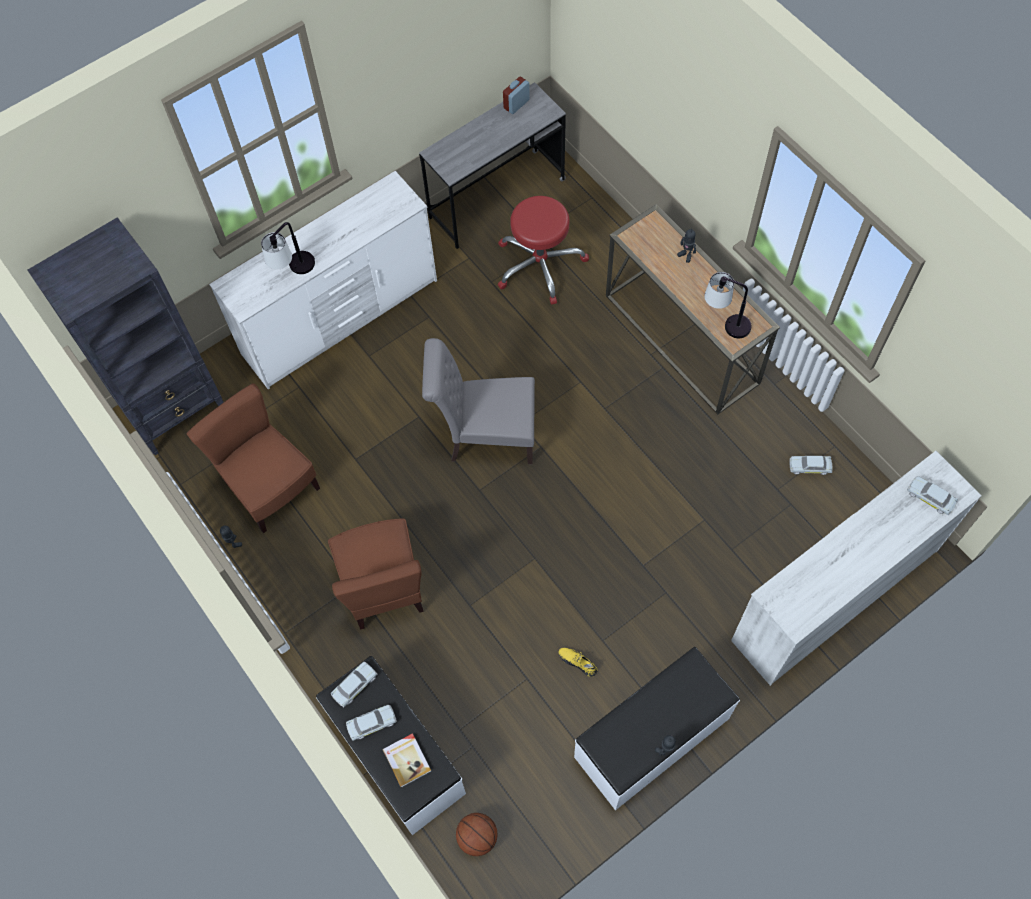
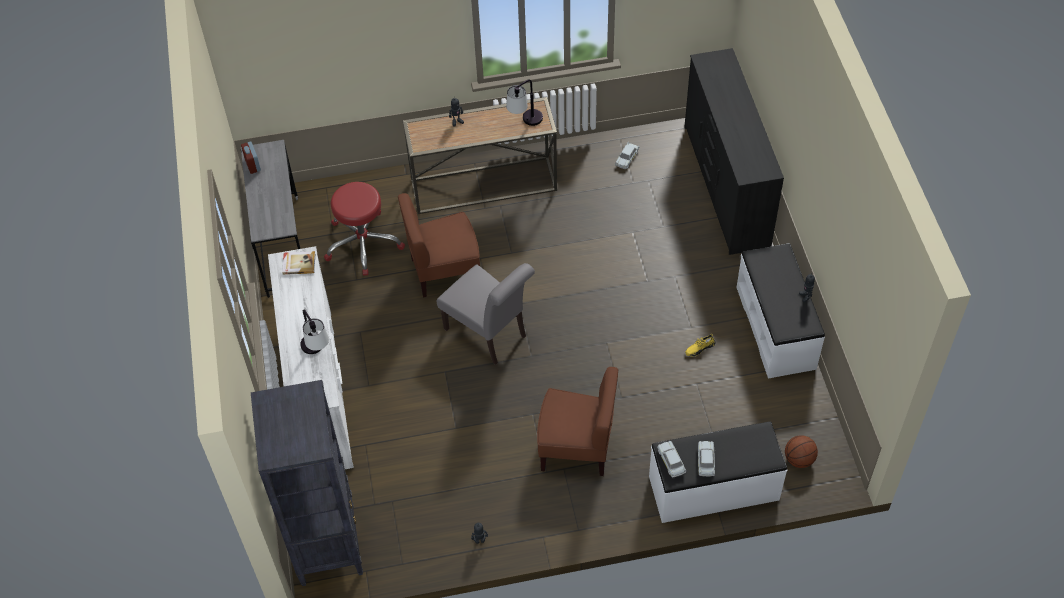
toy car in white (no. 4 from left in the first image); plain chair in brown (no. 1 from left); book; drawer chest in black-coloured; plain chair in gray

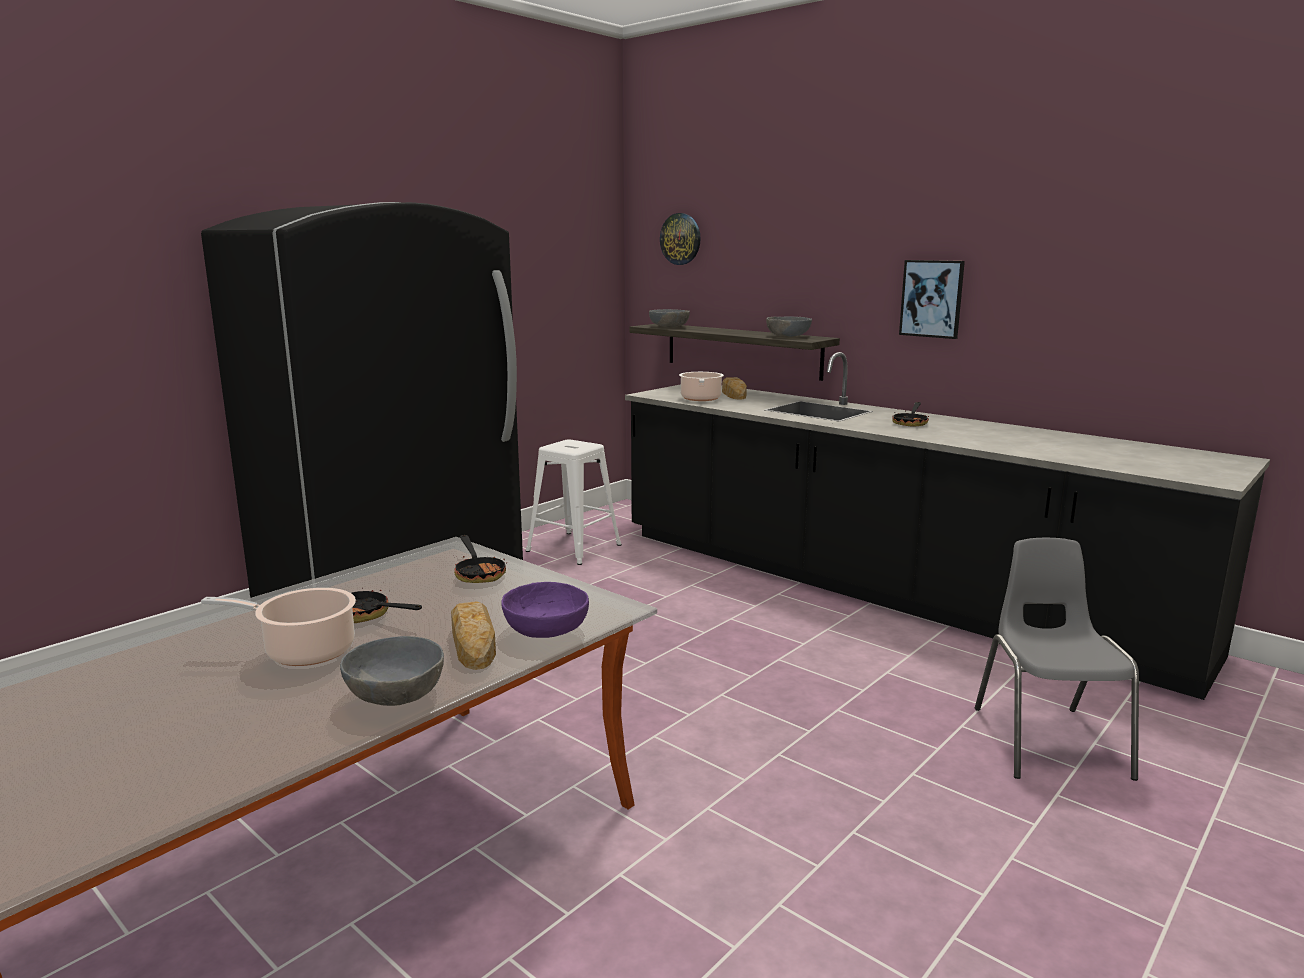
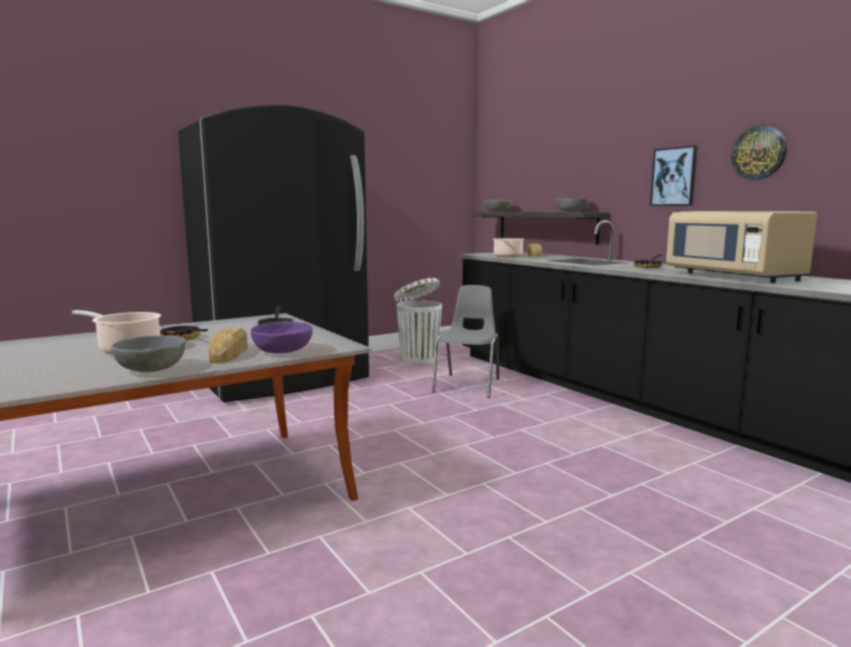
microwave oven in sand-coloured; wall clock; plain chair in gray; trash can in white

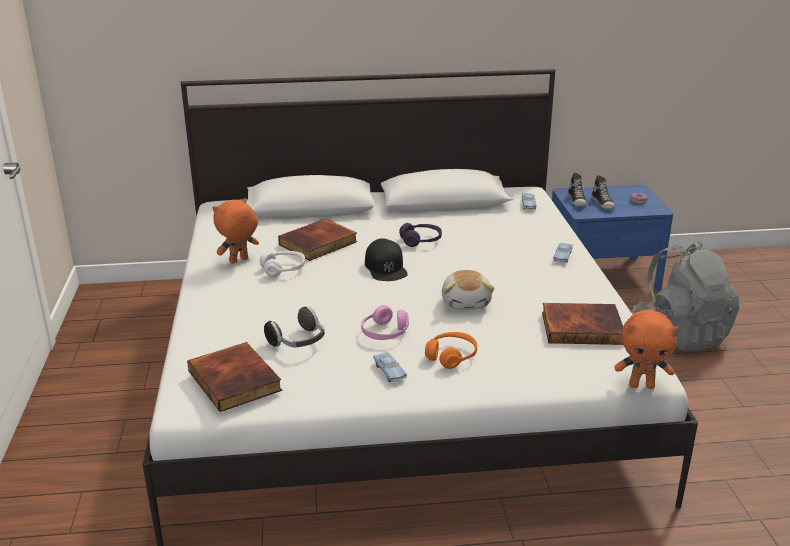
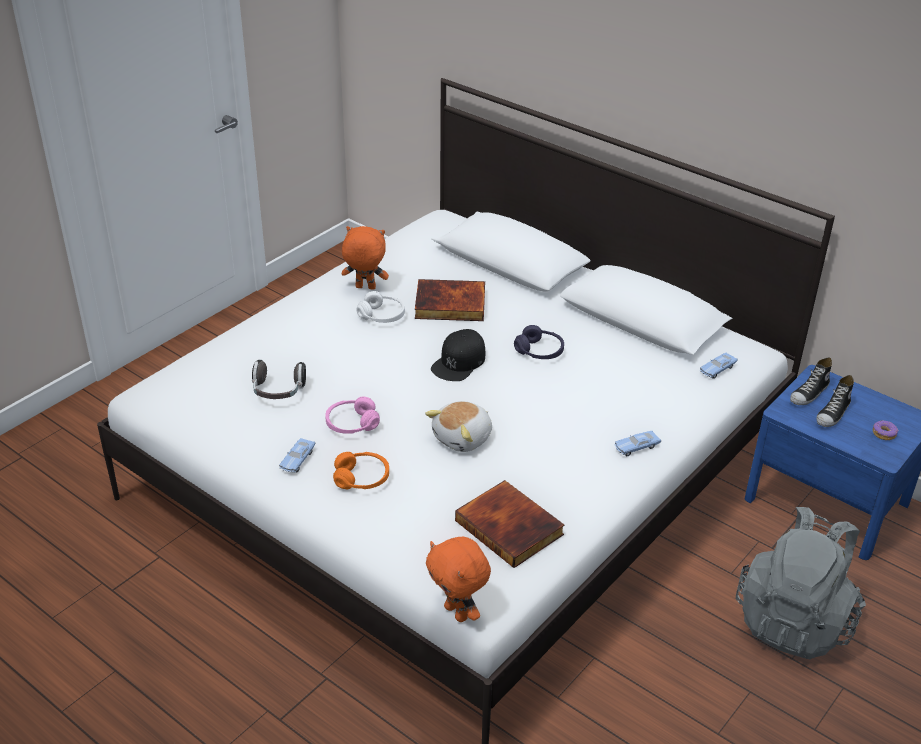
book (no. 1 from left in the first image)

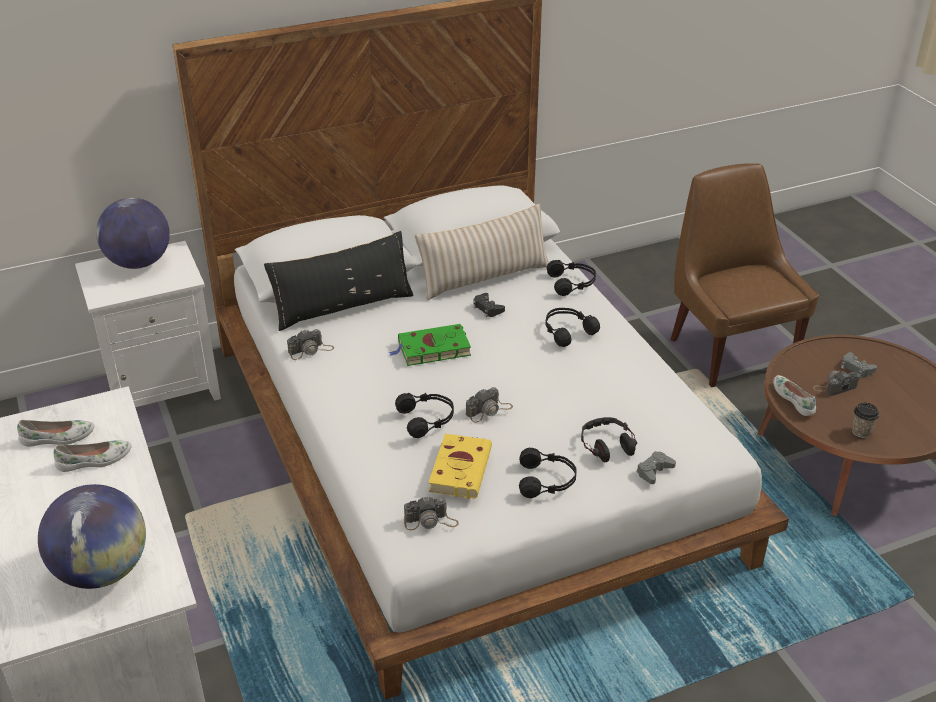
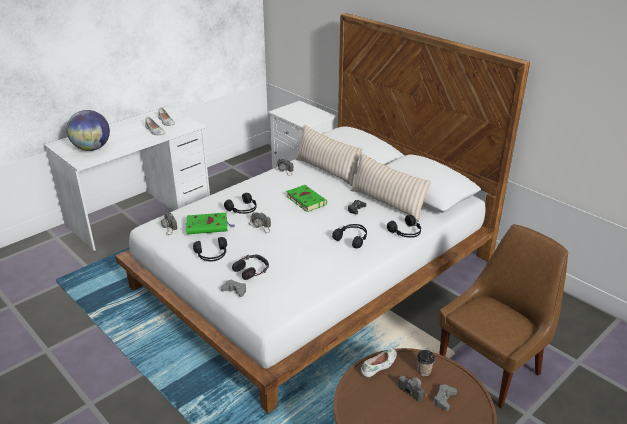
desk globe (no. 2 from left in the first image); cup; throw pillow in sand-coloured (no. 1 from left); book in green (no. 1 from left)

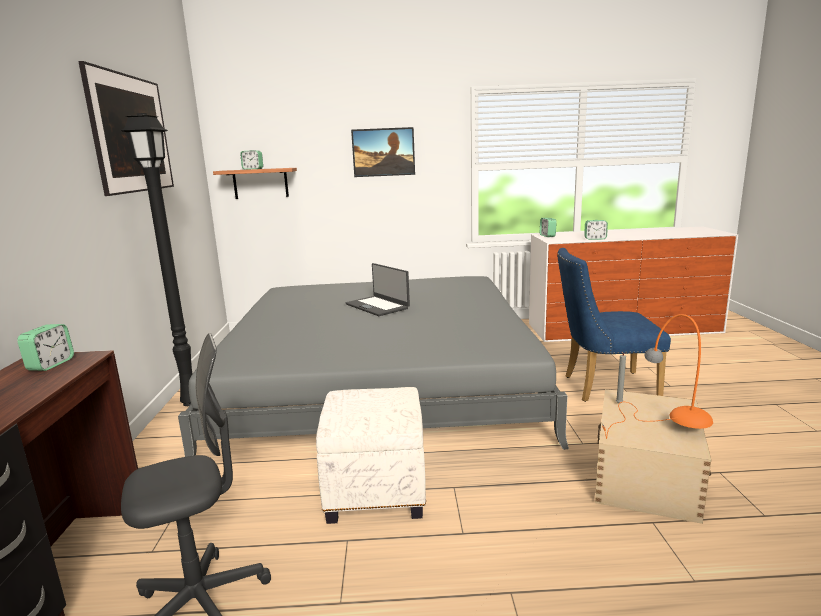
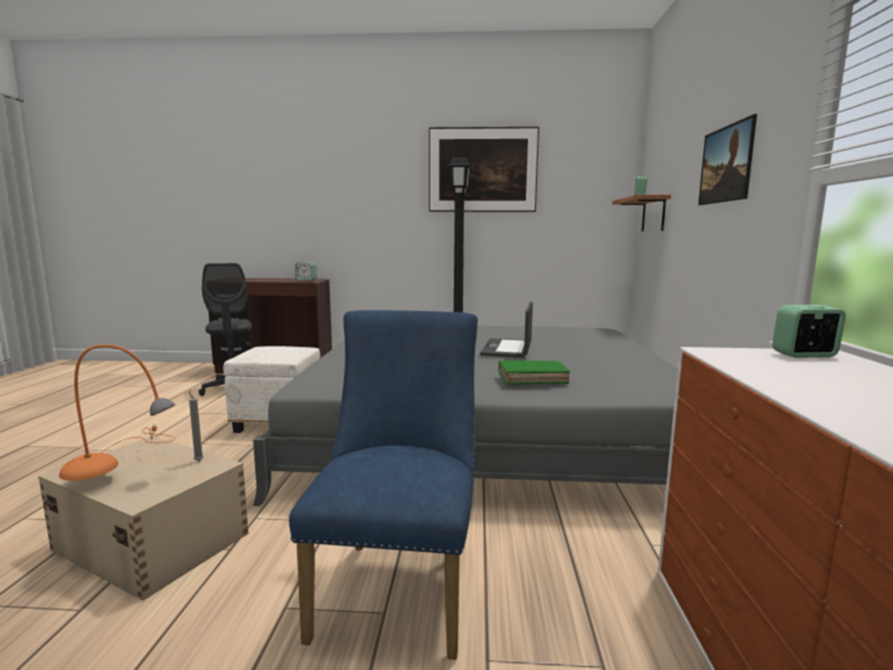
alarm clock (no. 4 from left in the first image); book in green; portable computer

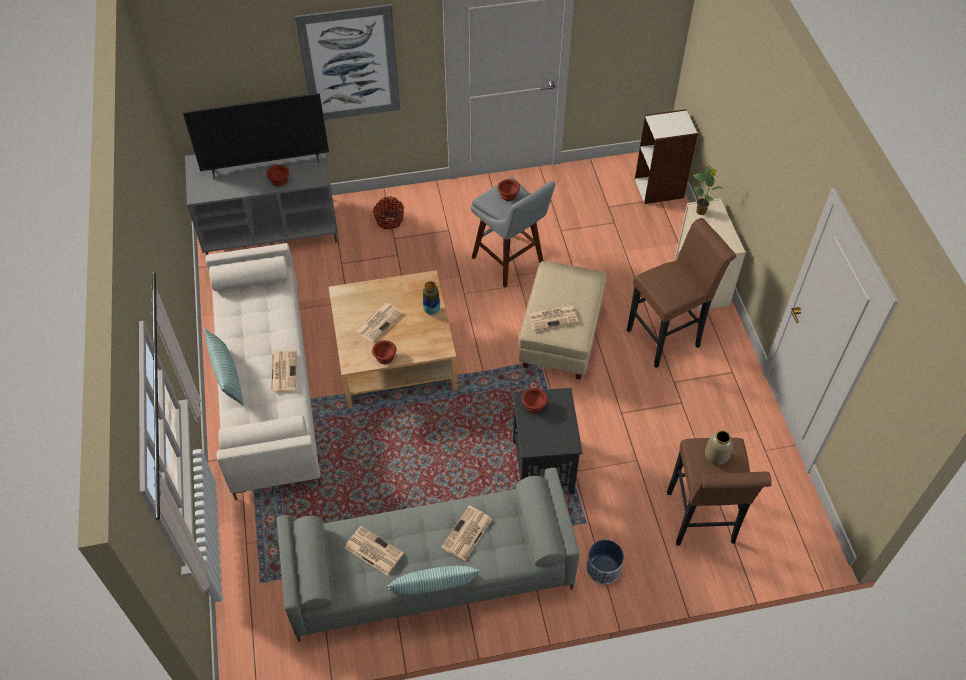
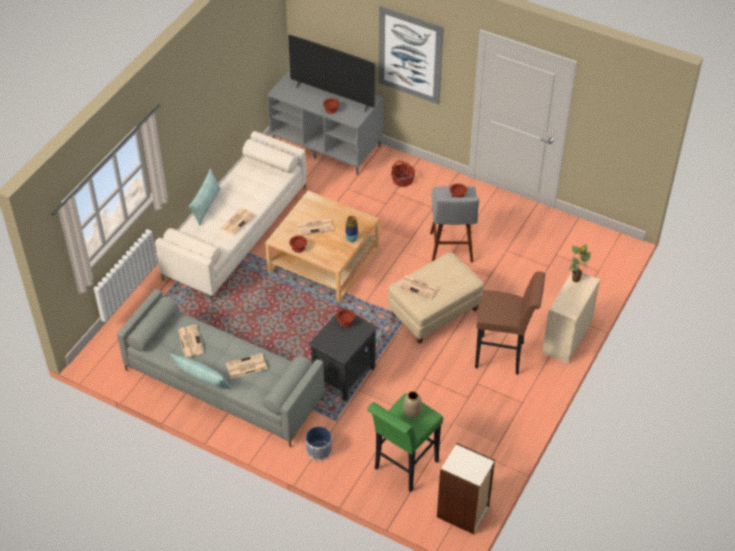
bookcase; stool seat in green

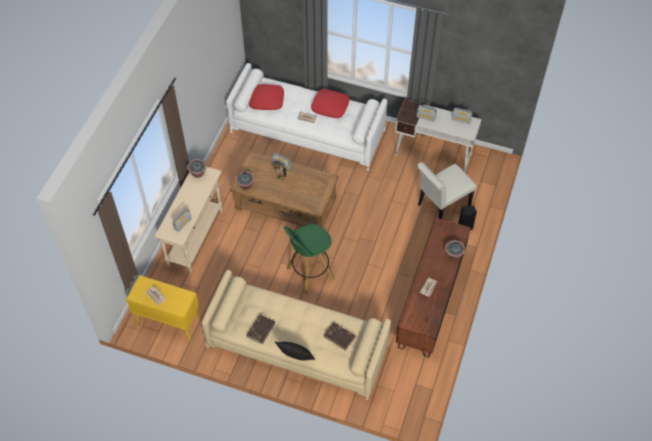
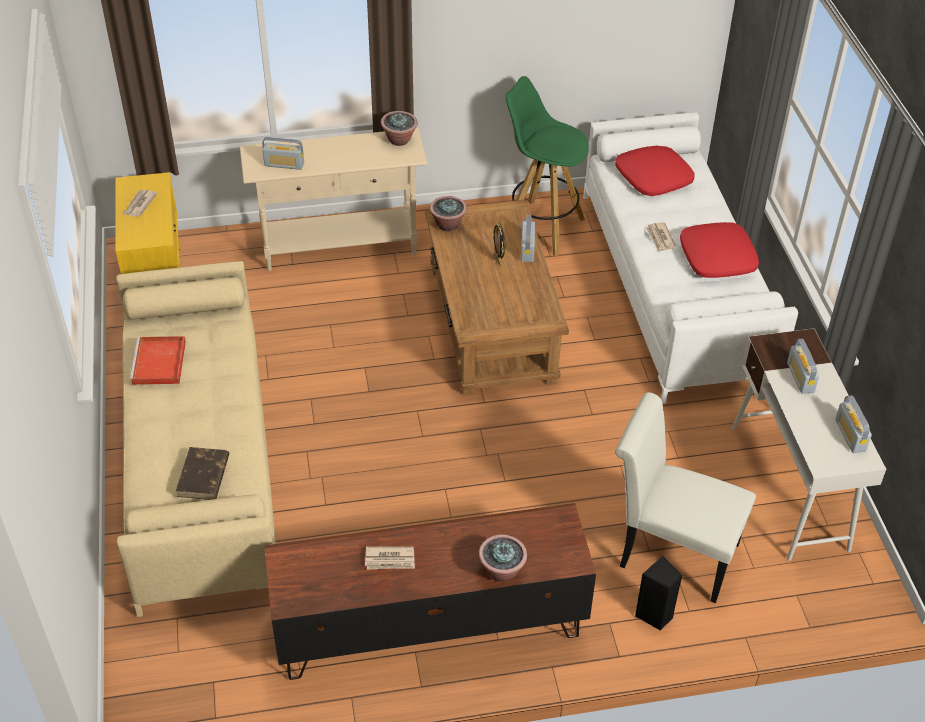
throw pillow in black-coloured; stool seat in green; serving tray in reddish

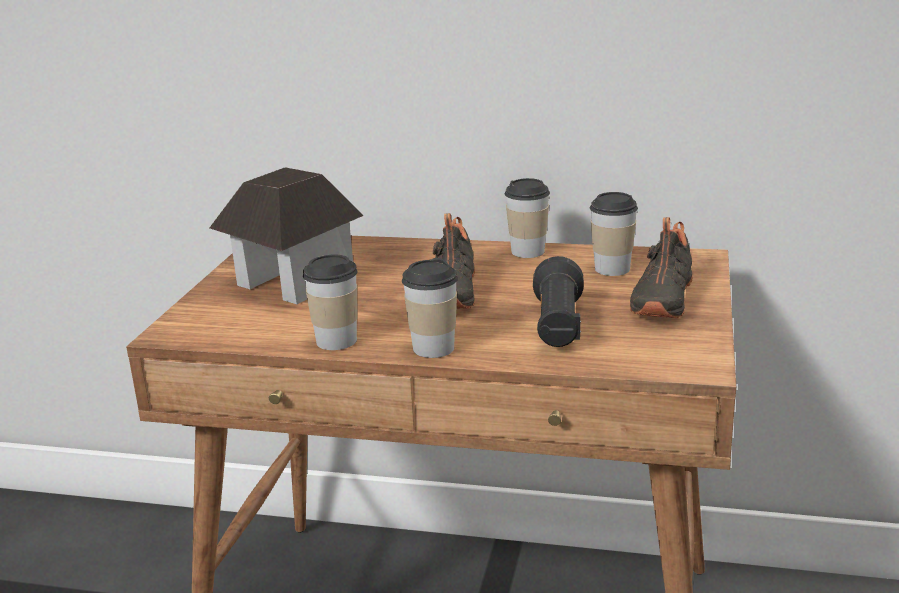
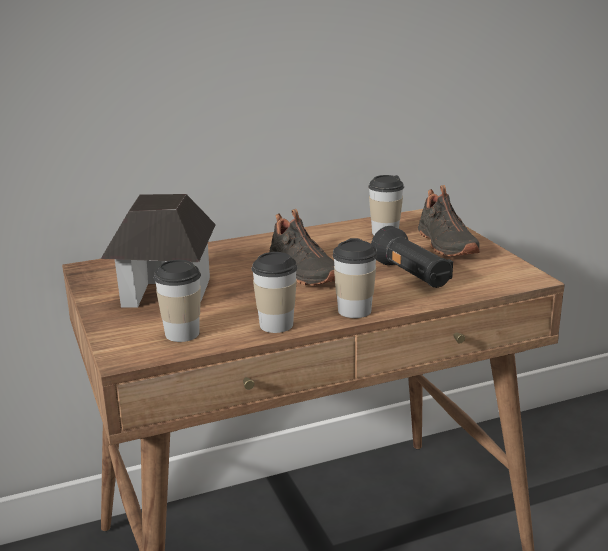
cup (no. 1 from left)

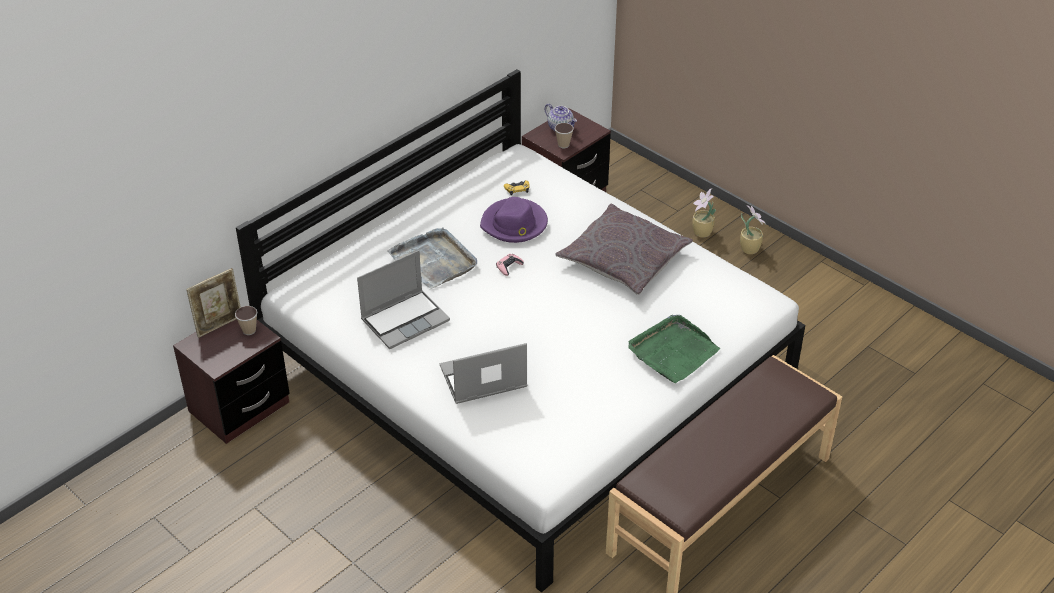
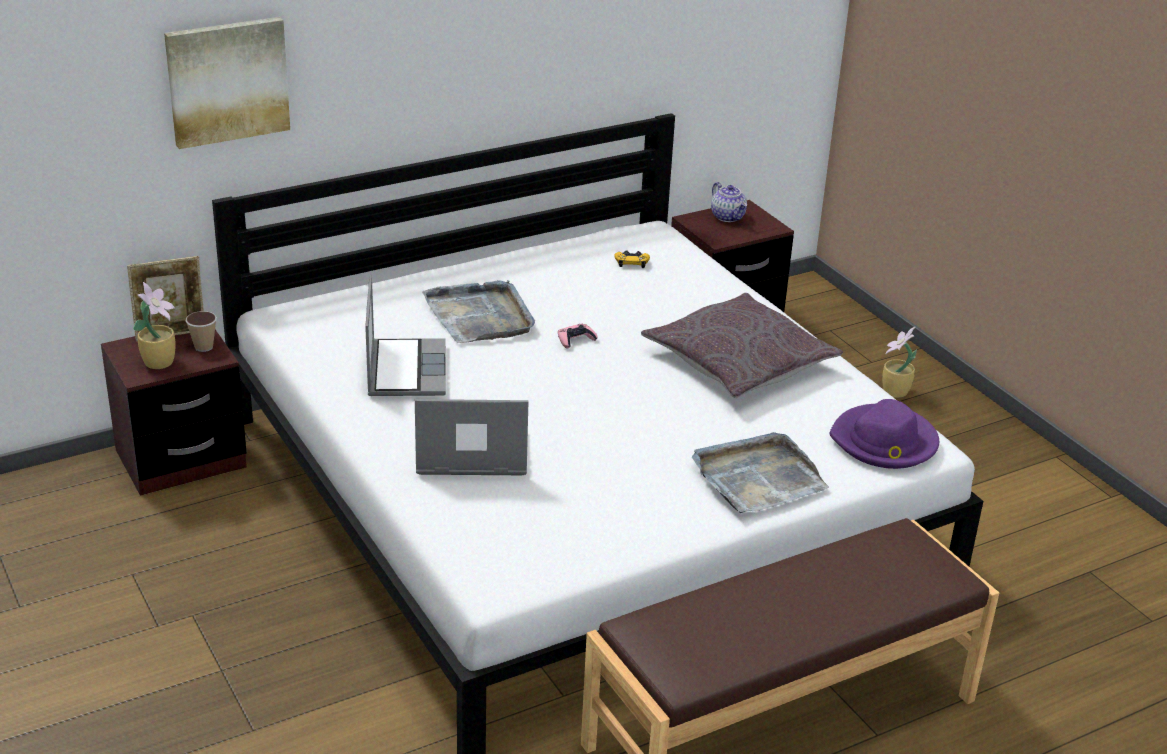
cup (no. 2 from left in the first image); wall picture; wearable hat in purple-coloured; potted plant (no. 1 from left); serving tray in gray (no. 2 from left); portable computer (no. 1 from left)

